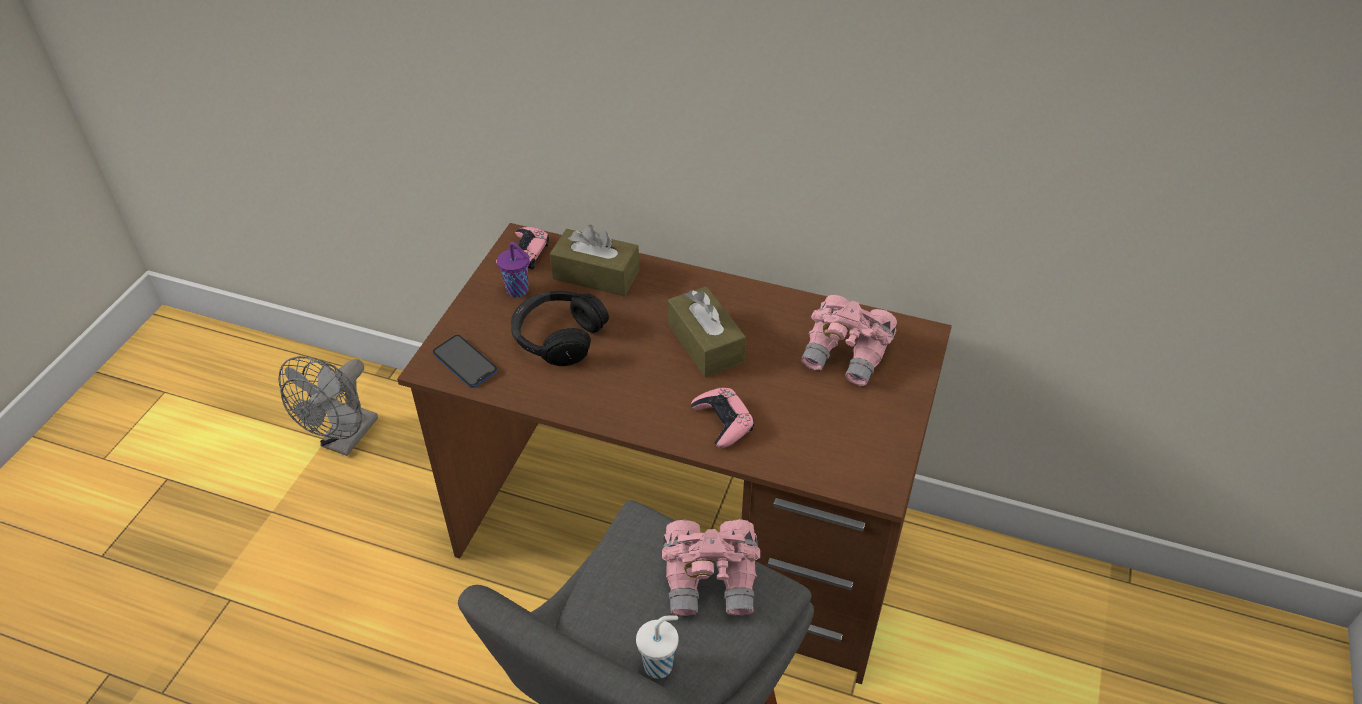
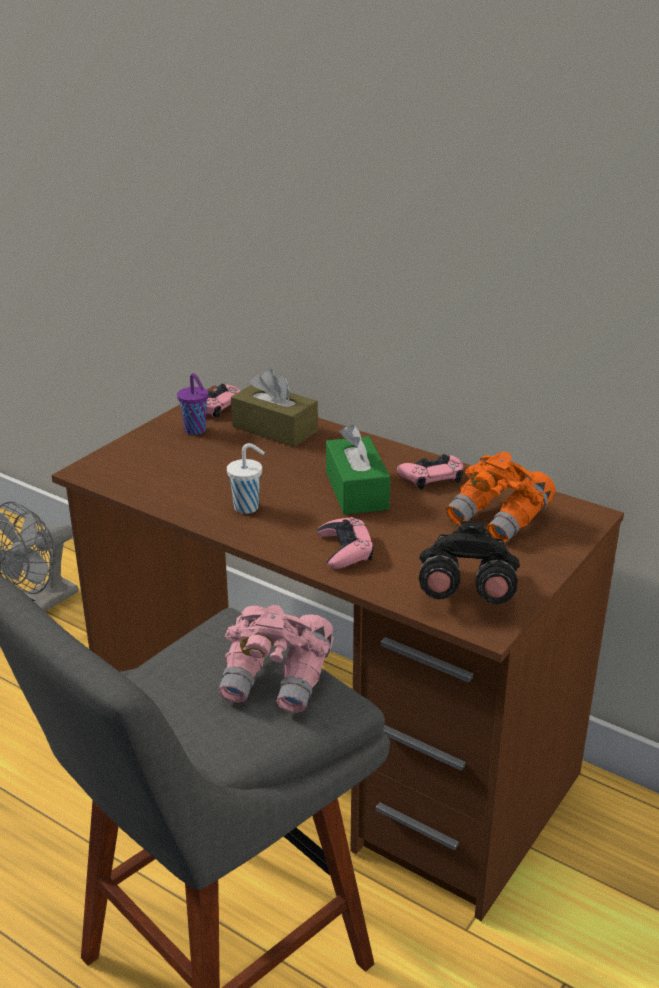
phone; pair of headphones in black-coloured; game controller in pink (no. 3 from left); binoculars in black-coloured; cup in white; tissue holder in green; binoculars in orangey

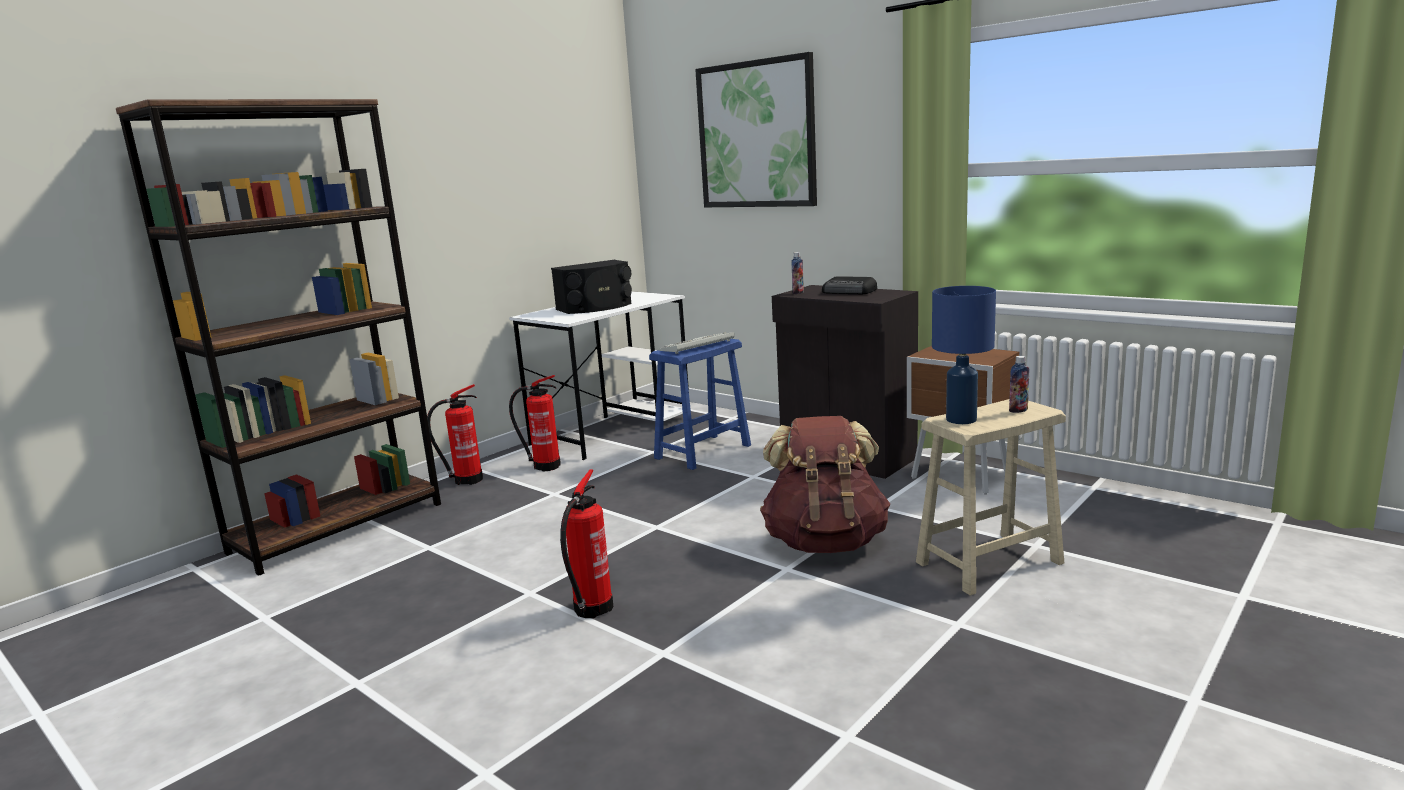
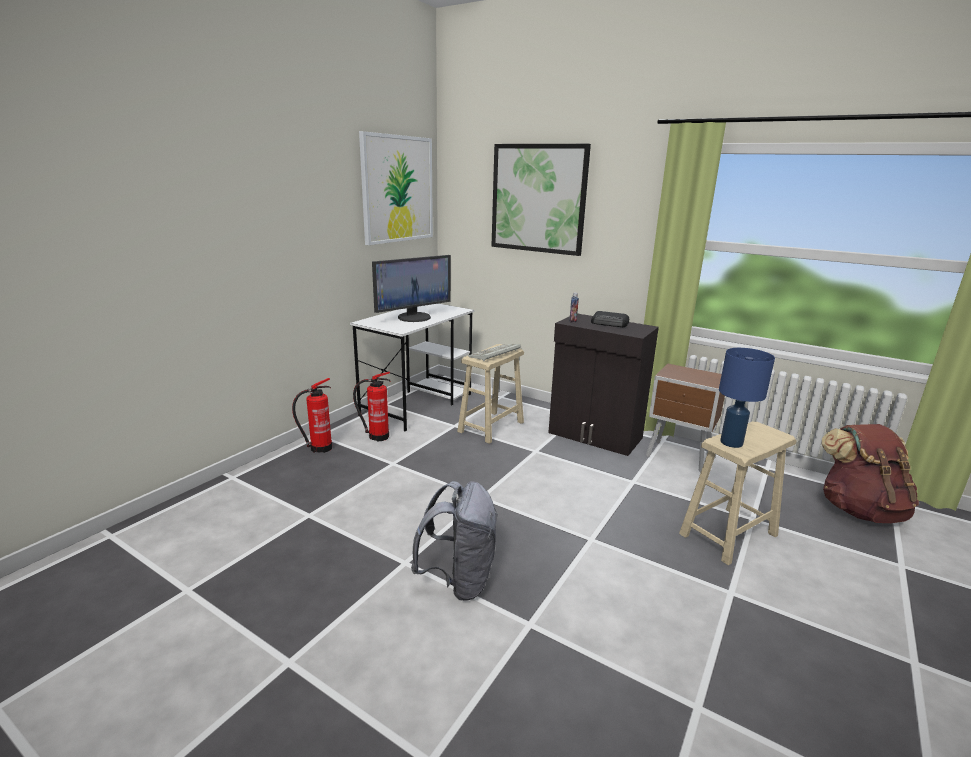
bookcase in brown; bottle (no. 2 from left in the first image); wall picture (no. 1 from left); backpack in brown; computer display; backpack in gray; stool seat in sand-coloured (no. 1 from left)

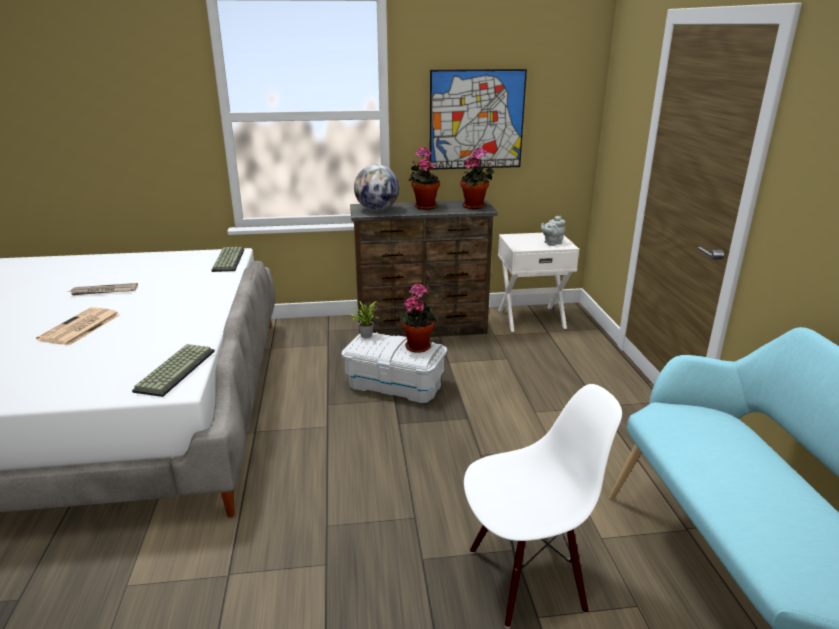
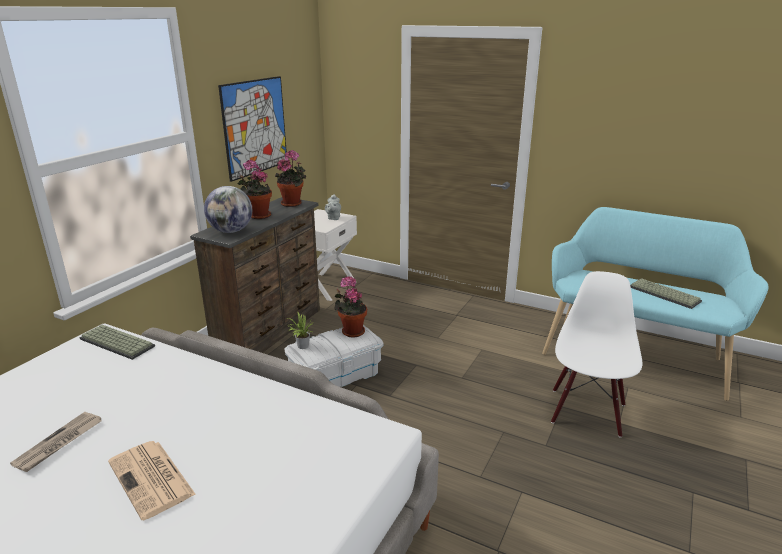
PC keyboard (no. 2 from left)

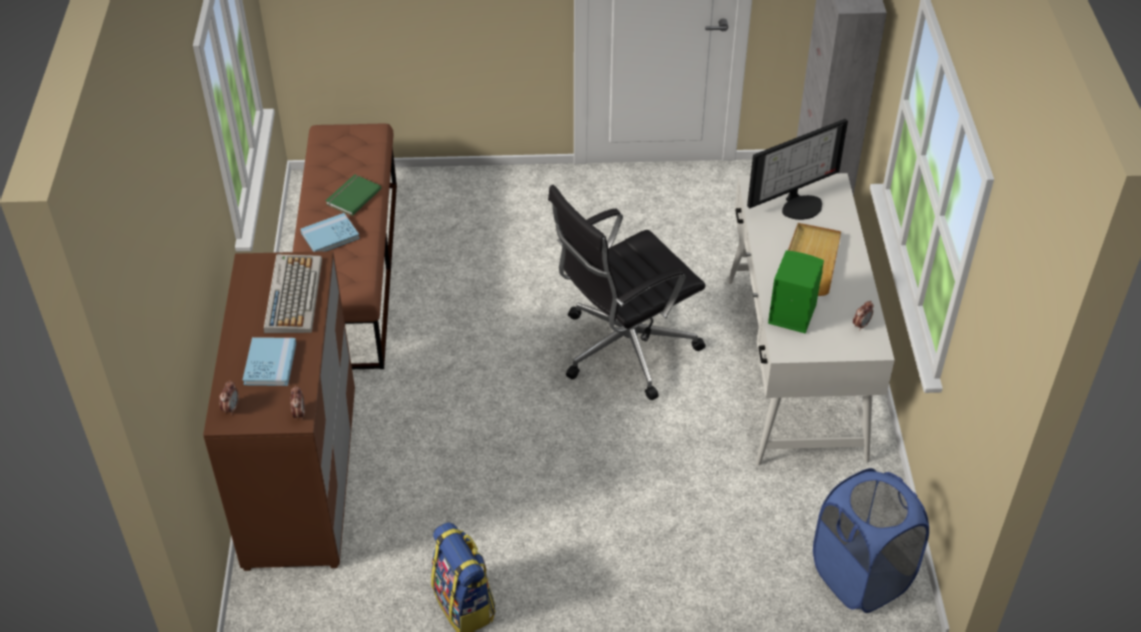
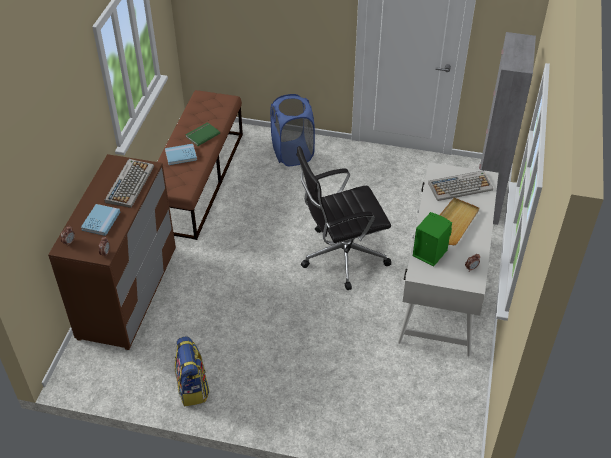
hamper in blue-coloured; PC keyboard (no. 2 from left)

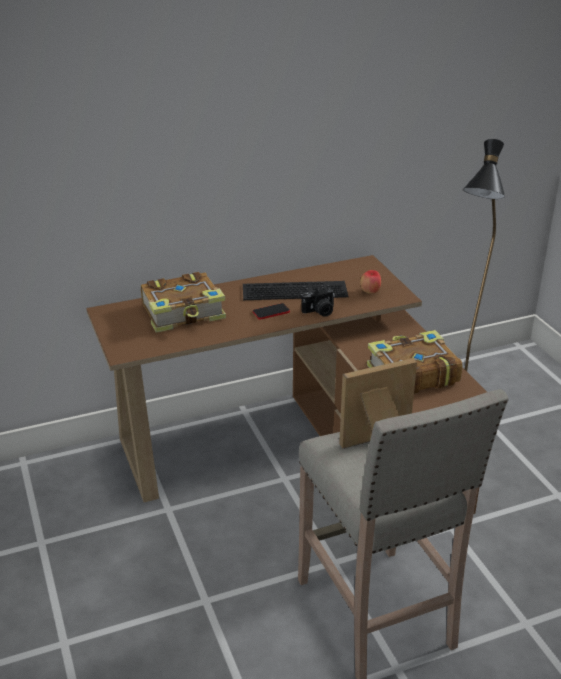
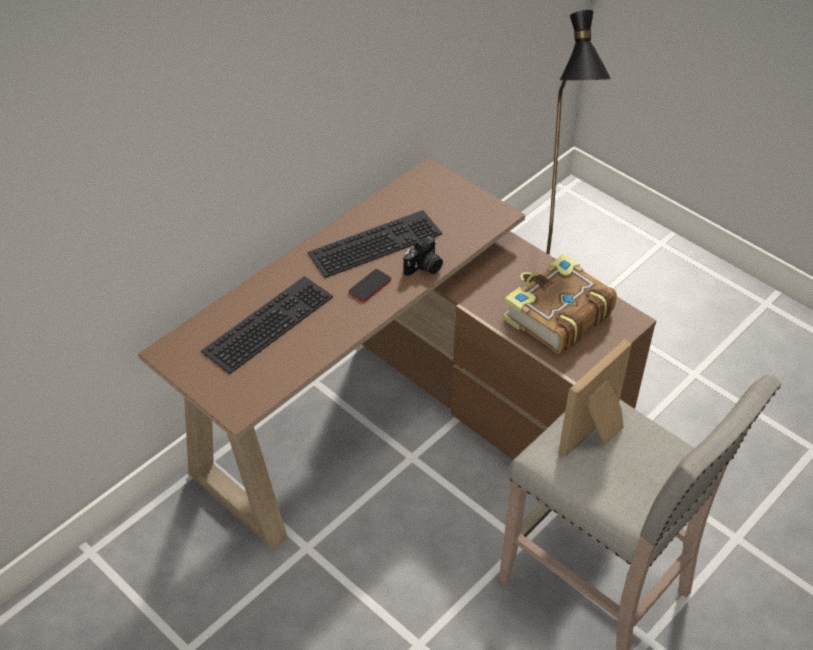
apple fruit; PC keyboard (no. 1 from left)

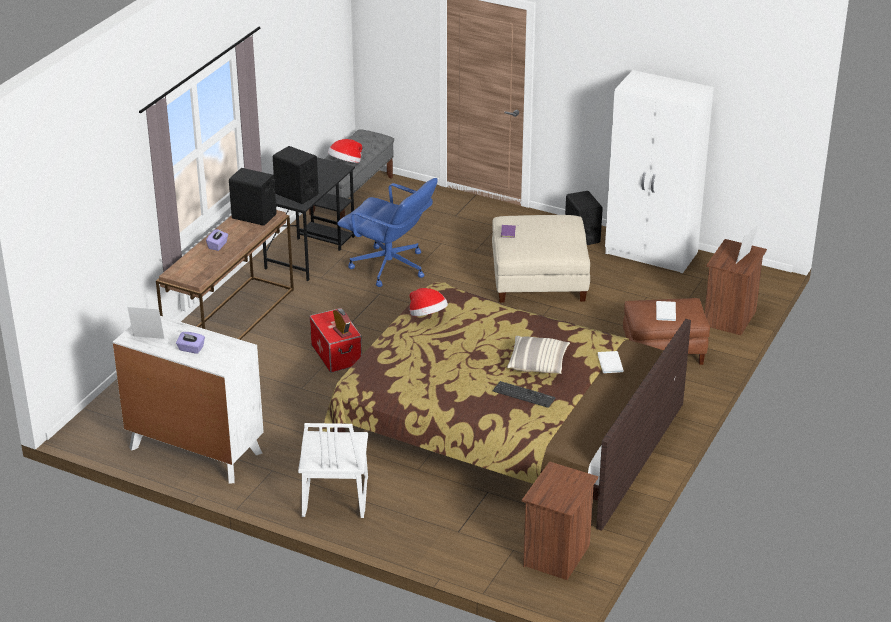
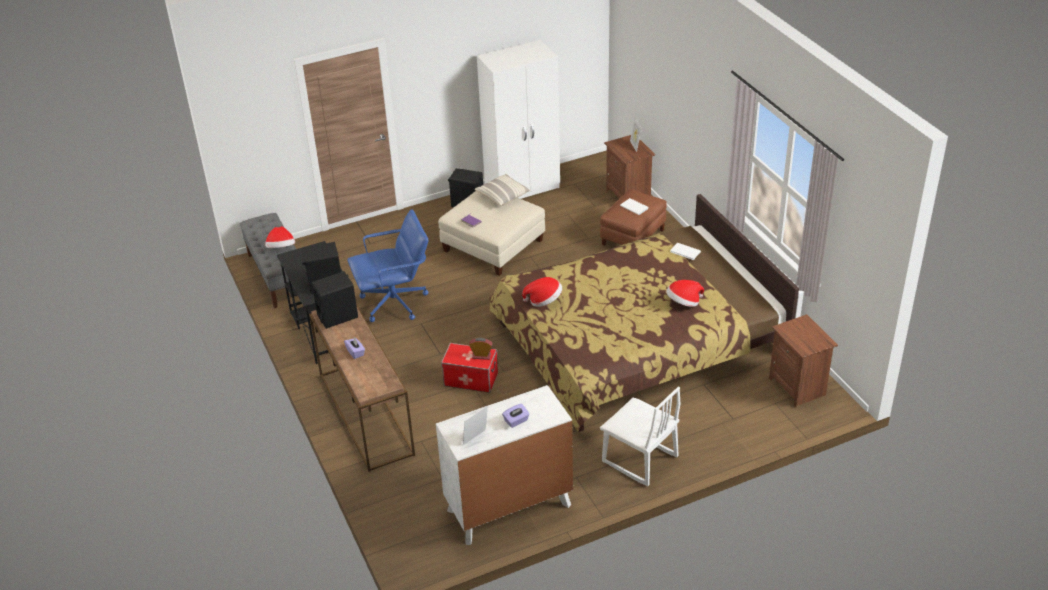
throw pillow; wearable hat (no. 3 from left)

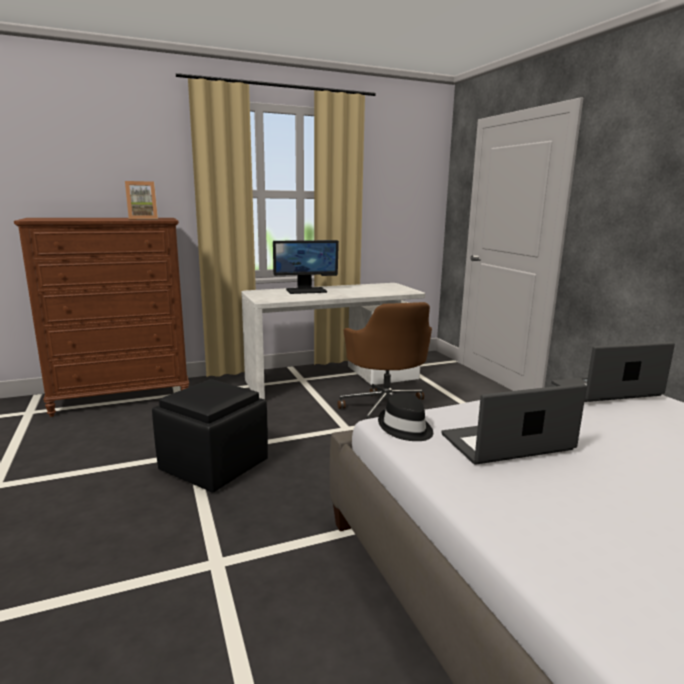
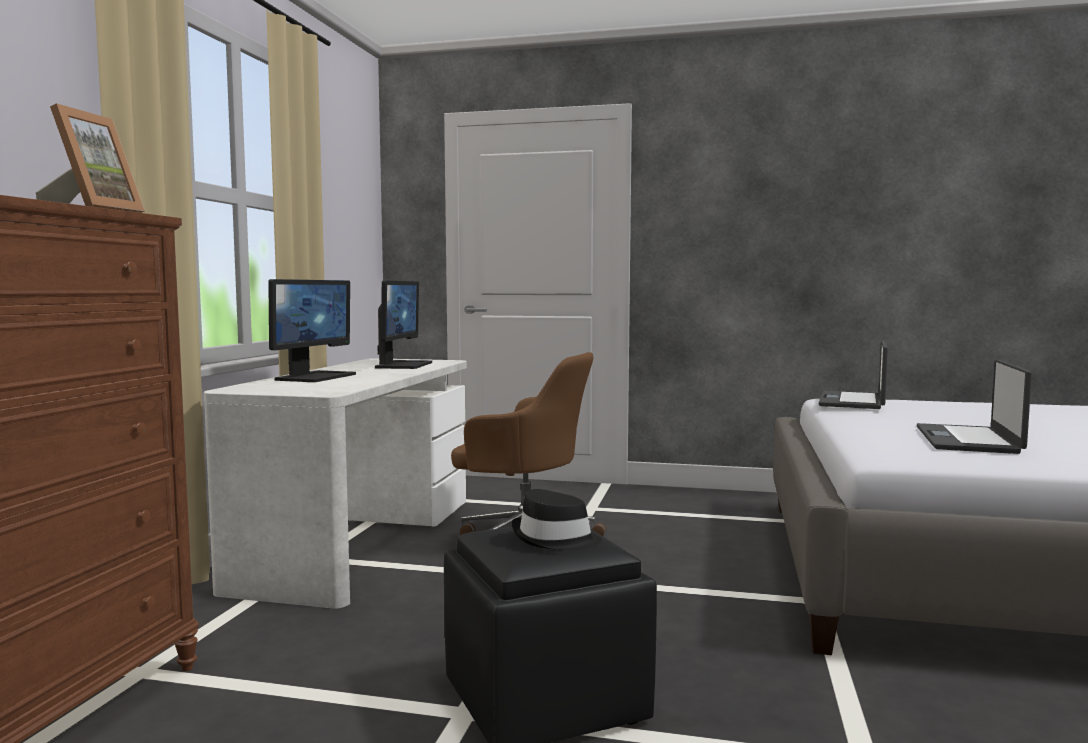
computer display (no. 2 from left); wearable hat in black-coloured

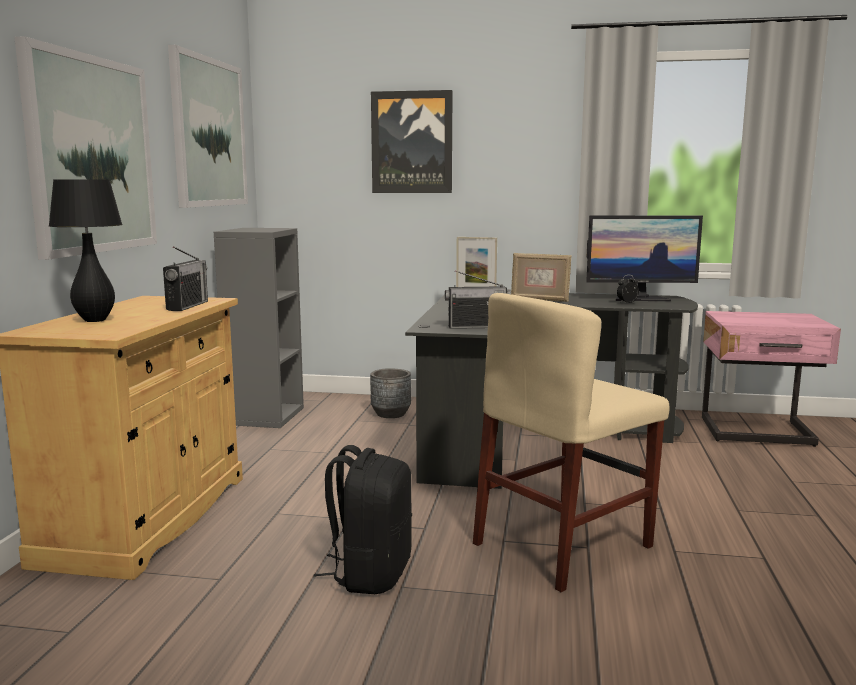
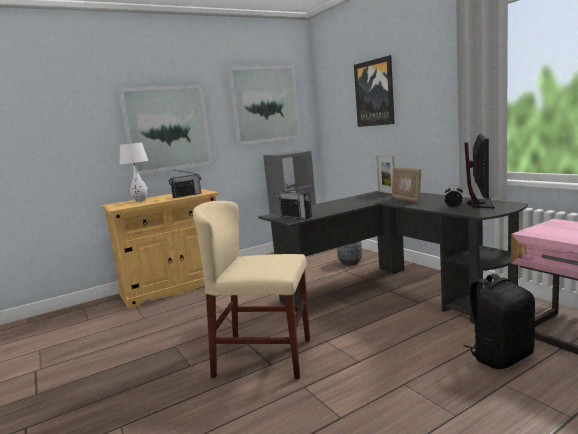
backpack in black-coloured; tabletop lamp in white; computer display

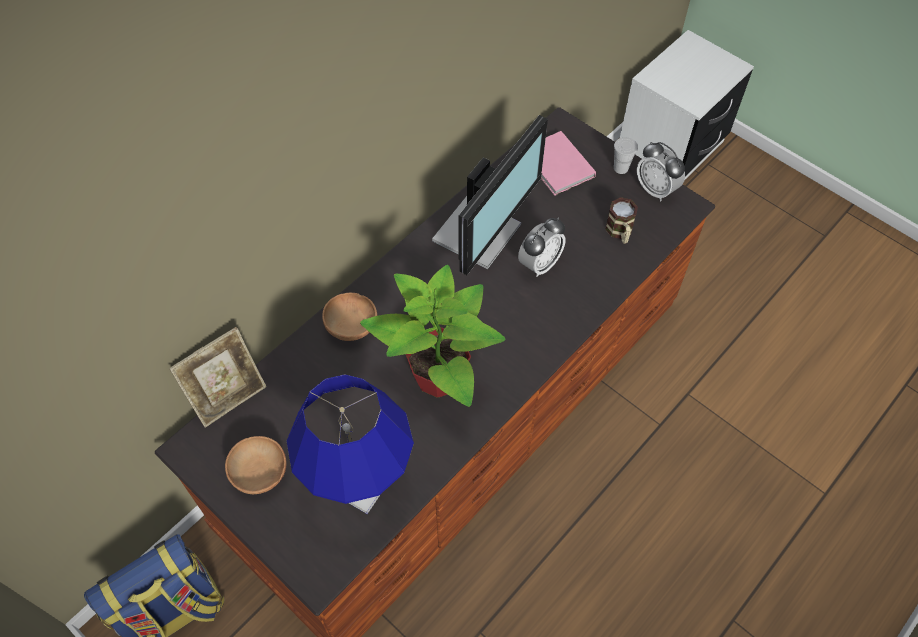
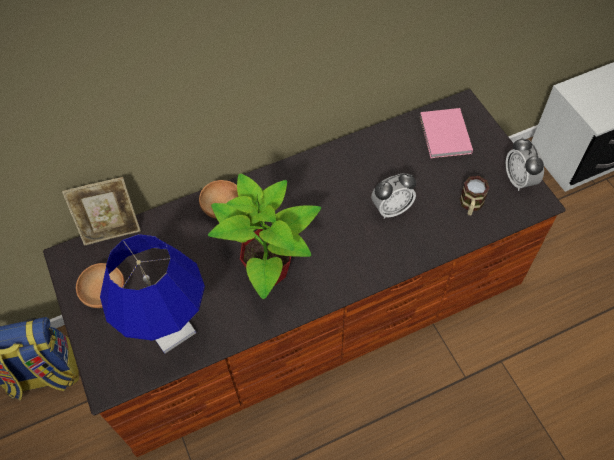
computer display; cup in white

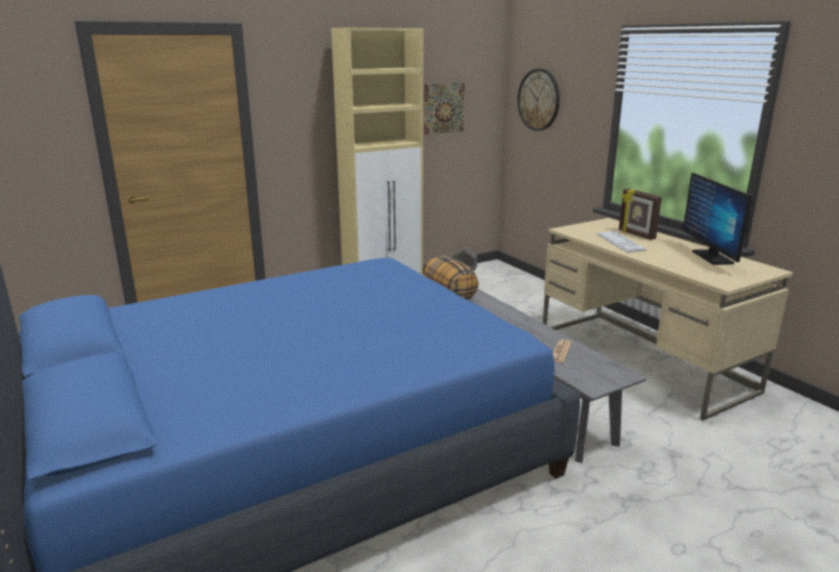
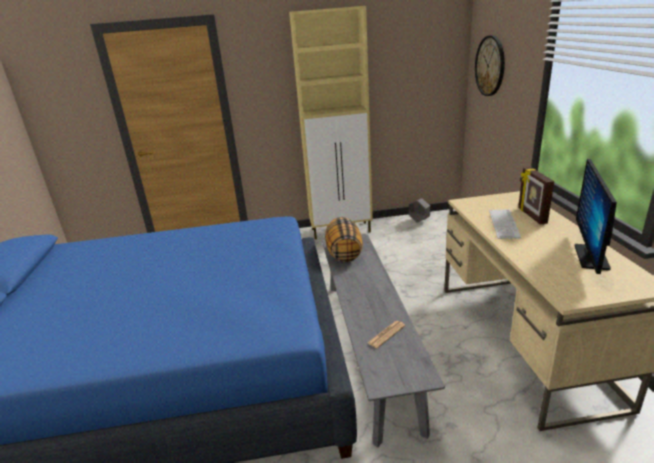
wall picture

